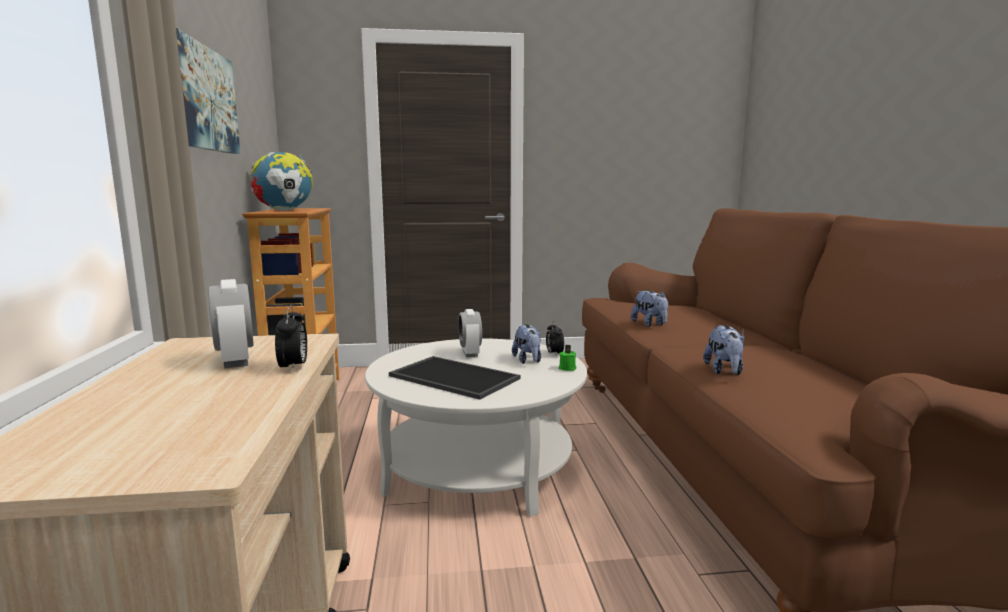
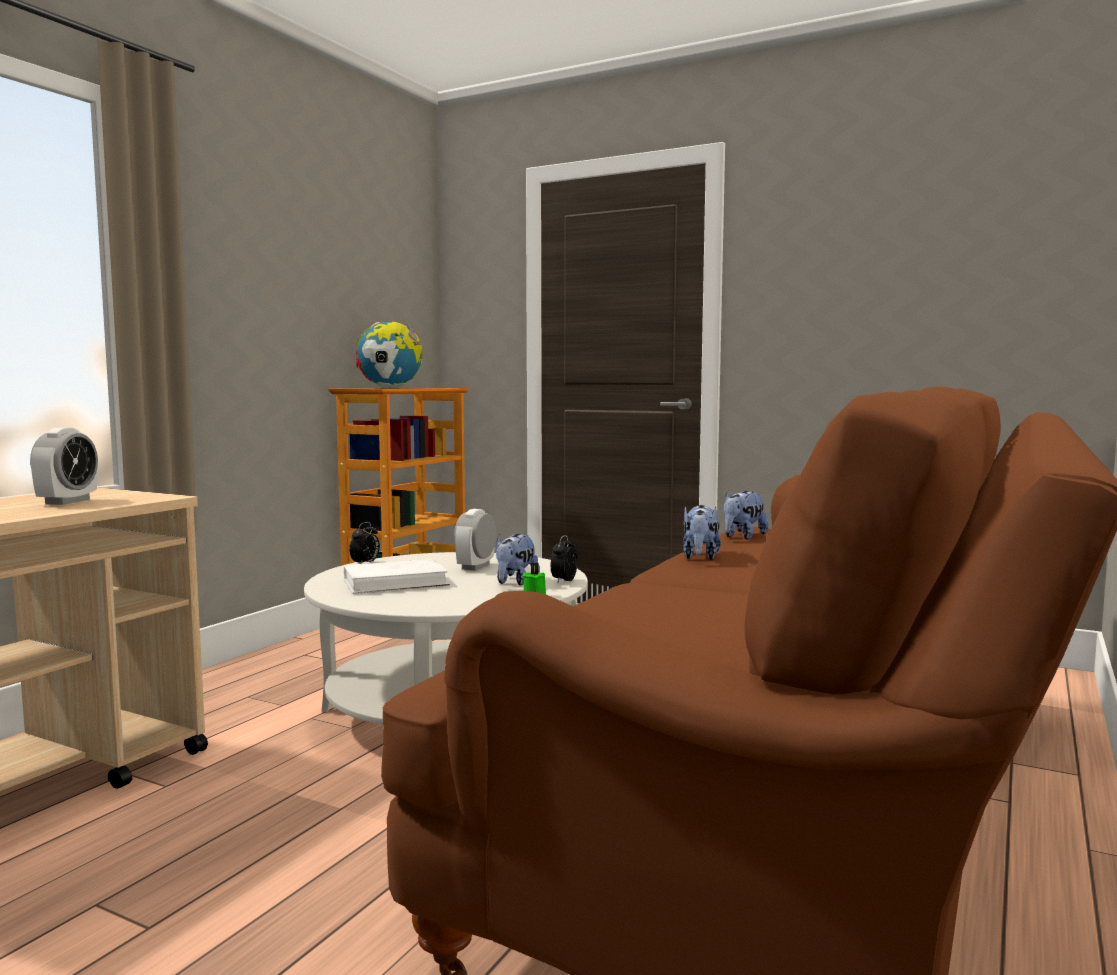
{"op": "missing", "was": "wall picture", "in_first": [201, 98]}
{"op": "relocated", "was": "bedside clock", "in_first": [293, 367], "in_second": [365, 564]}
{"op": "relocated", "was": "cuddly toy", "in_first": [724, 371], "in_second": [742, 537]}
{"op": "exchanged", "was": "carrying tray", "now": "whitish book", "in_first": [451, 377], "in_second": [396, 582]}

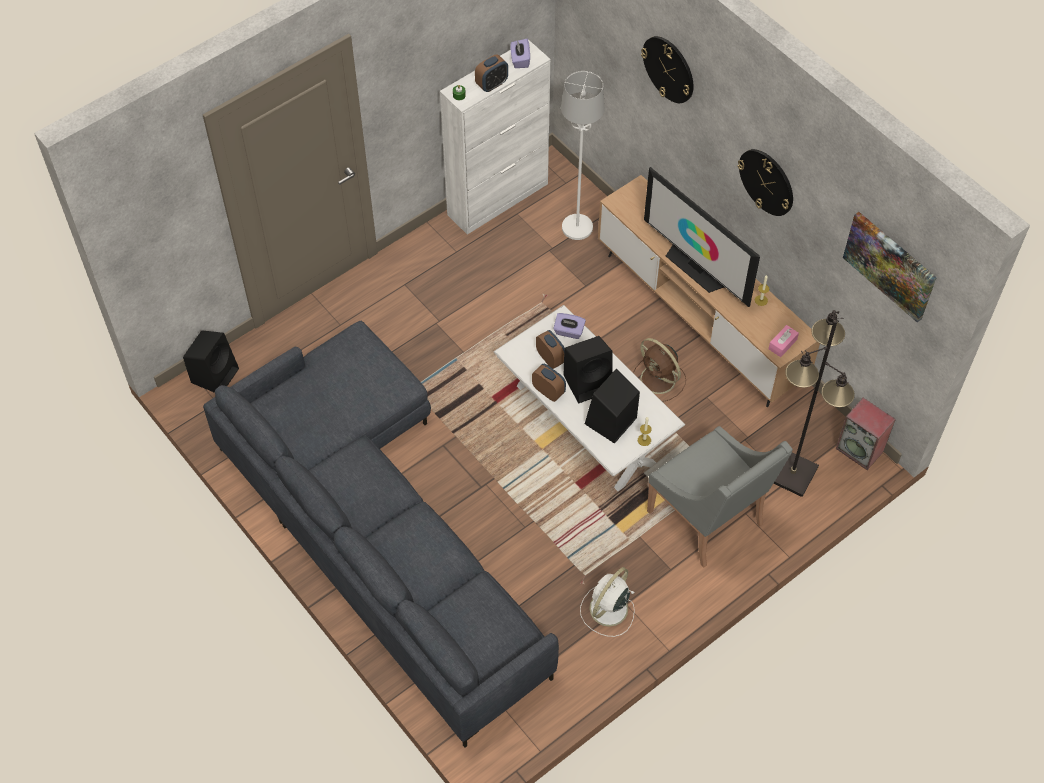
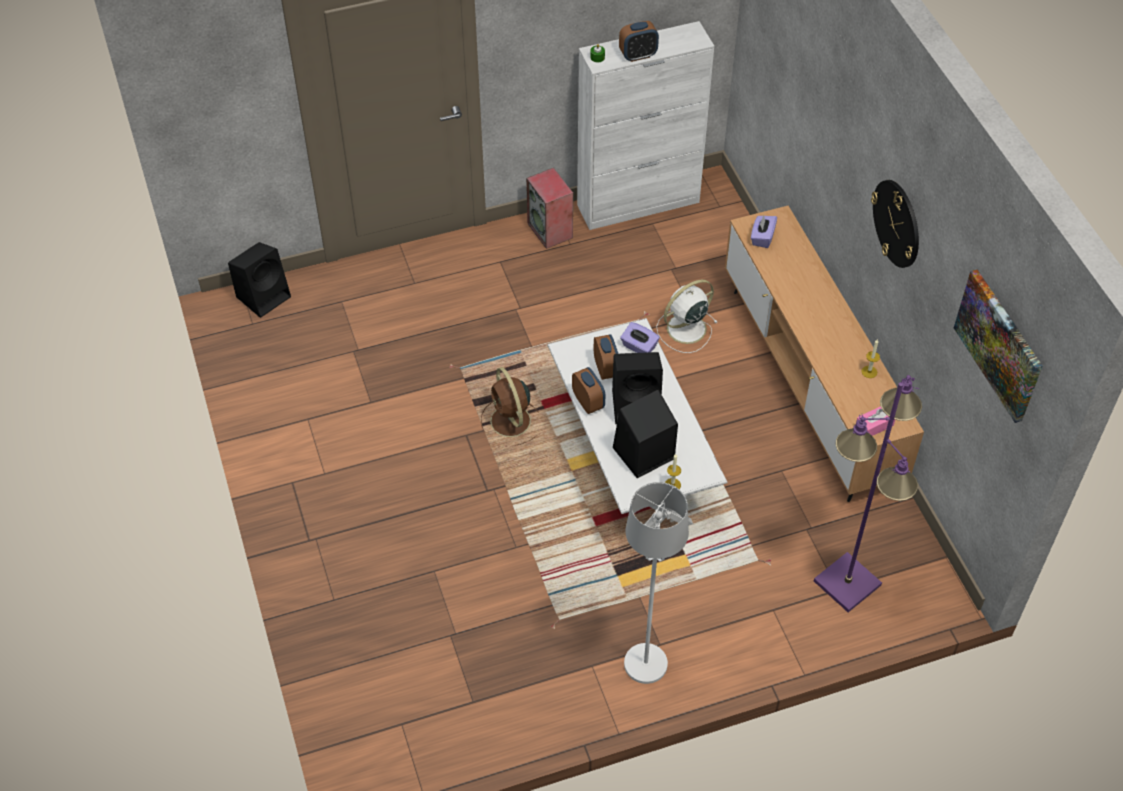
{"op": "missing", "was": "hanging clock", "in_first": [669, 69]}
{"op": "relocated", "was": "purple tissue holder", "in_first": [520, 60], "in_second": [762, 238]}
{"op": "relocated", "was": "whitish standing lamp", "in_first": [576, 227], "in_second": [645, 664]}
{"op": "missing", "was": "television", "in_first": [696, 267]}
{"op": "colour", "was": "black-coloured standing lamp", "now": "purple standing lamp", "in_first": [793, 473], "in_second": [848, 583]}
{"op": "missing", "was": "gray sofa", "in_first": [379, 532]}
{"op": "relocated", "was": "brown electric fan", "in_first": [659, 380], "in_second": [511, 422]}
{"op": "relocated", "was": "loudspeaker", "in_first": [860, 449], "in_second": [551, 231]}
{"op": "missing", "was": "gray armchair", "in_first": [708, 519]}
{"op": "relocated", "was": "whitish electric fan", "in_first": [607, 610], "in_second": [685, 329]}

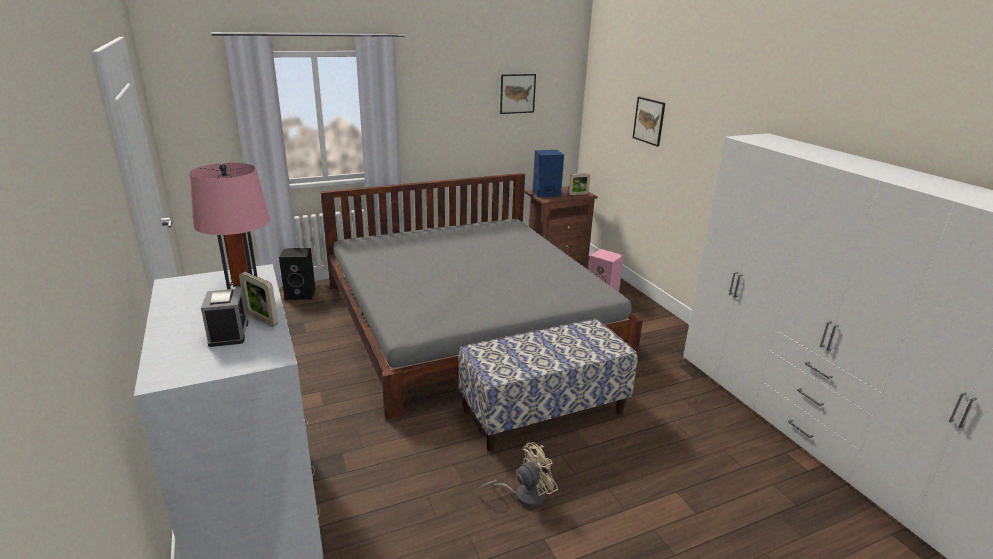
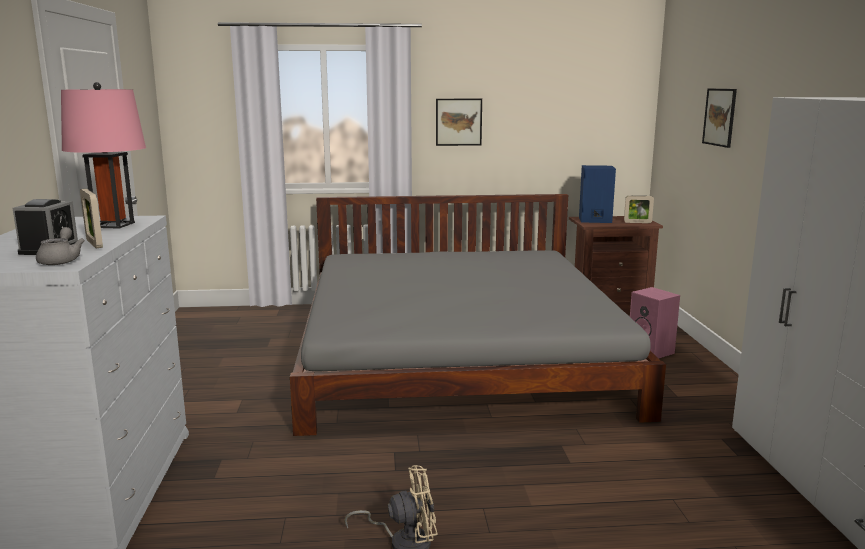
{"op": "relocated", "was": "wall picture", "in_first": [517, 93], "in_second": [458, 122]}
{"op": "missing", "was": "black-coloured loudspeaker", "in_first": [301, 294]}
{"op": "missing", "was": "bench", "in_first": [543, 411]}
{"op": "appeared", "now": "gray pot for tea", "in_second": [61, 260]}

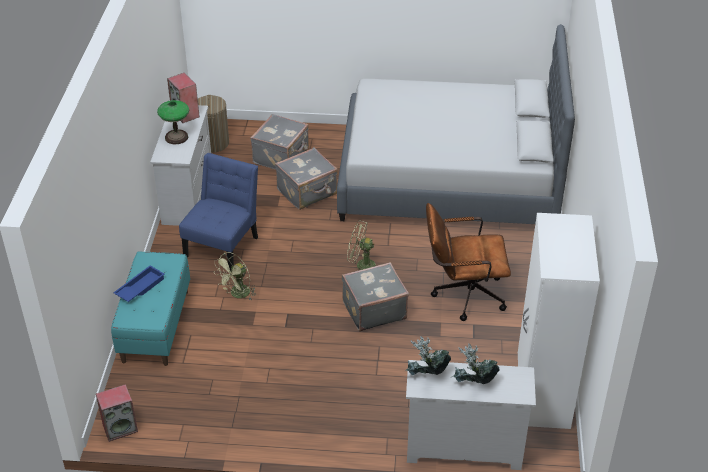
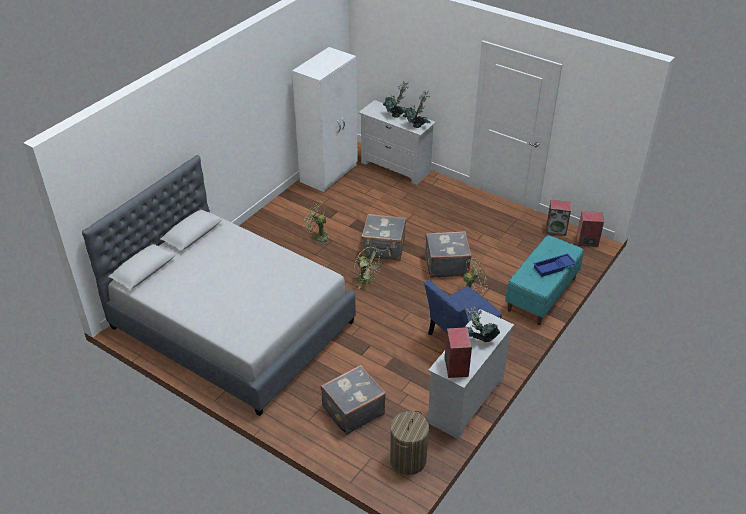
{"op": "exchanged", "was": "lamp for a table", "now": "houseplant", "in_first": [176, 137], "in_second": [477, 341]}
{"op": "relocated", "was": "gray travel case", "in_first": [308, 192], "in_second": [446, 265]}
{"op": "exchanged", "was": "brown office chair", "now": "green electric fan", "in_first": [462, 295], "in_second": [318, 236]}
{"op": "appeared", "now": "loudspeaker", "in_second": [556, 230]}

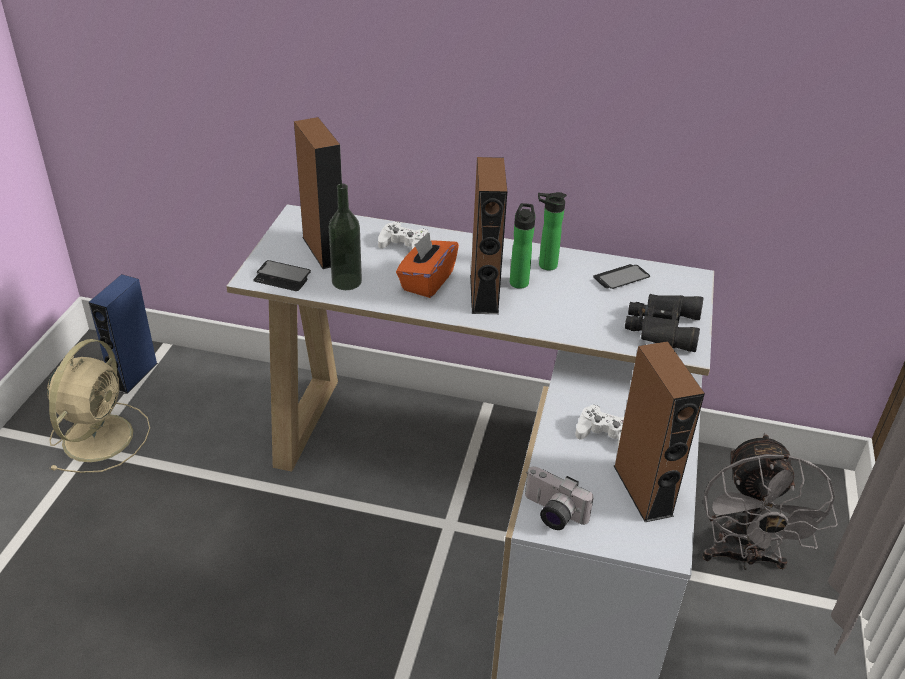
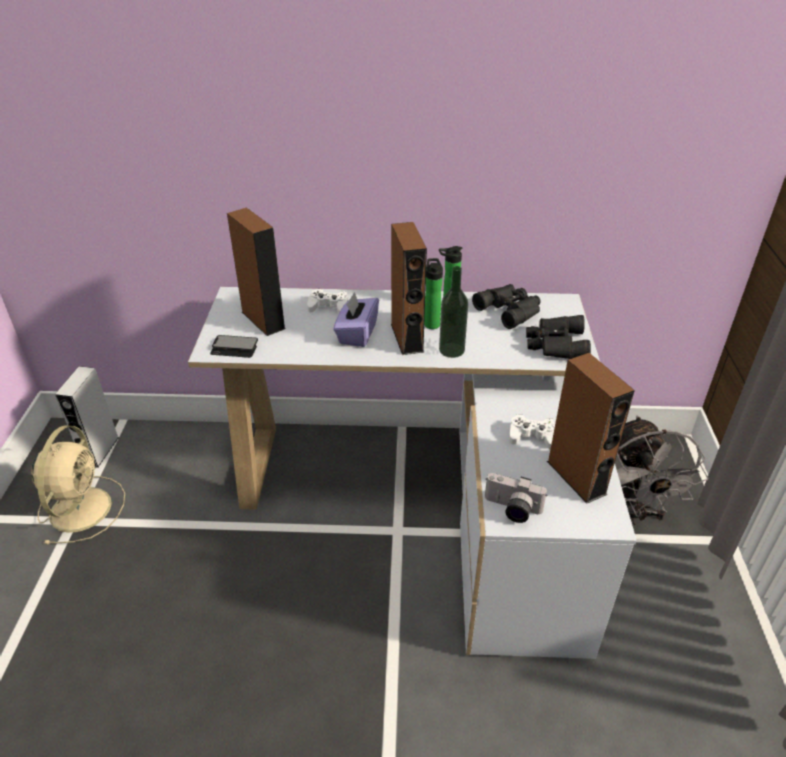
{"op": "relocated", "was": "drink bottle", "in_first": [346, 281], "in_second": [451, 350]}
{"op": "colour", "was": "orangey tissue holder", "now": "purple tissue holder", "in_first": [427, 281], "in_second": [357, 334]}
{"op": "exchanged", "was": "telephone", "now": "black-coloured pair of binoculars", "in_first": [621, 278], "in_second": [510, 309]}
{"op": "colour", "was": "blue loudspeaker", "now": "gray loudspeaker", "in_first": [134, 375], "in_second": [100, 451]}

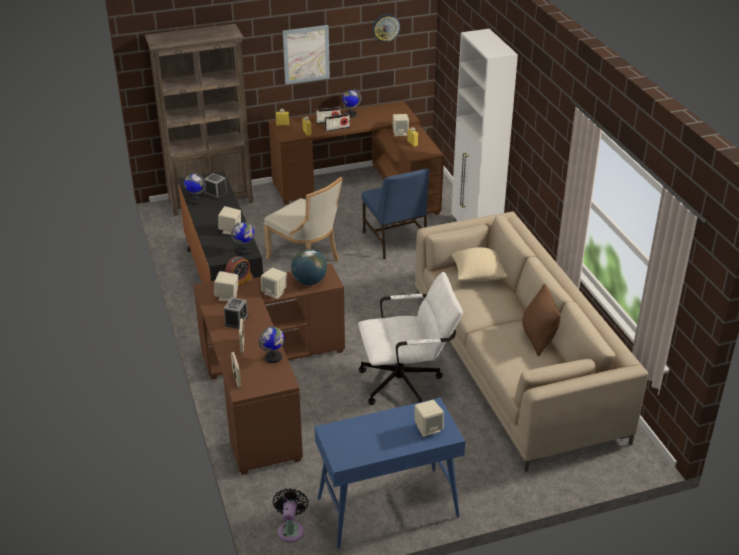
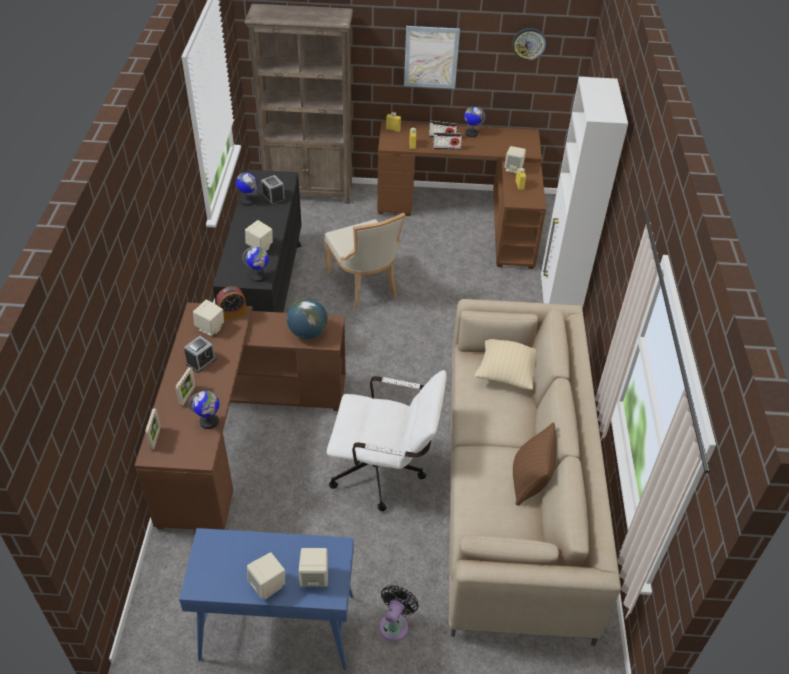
{"op": "missing", "was": "blue plain chair", "in_first": [394, 241]}
{"op": "relocated", "was": "sand-coloured loudspeaker", "in_first": [275, 293], "in_second": [268, 585]}
{"op": "relocated", "was": "black-coloured electric fan", "in_first": [291, 529], "in_second": [395, 624]}

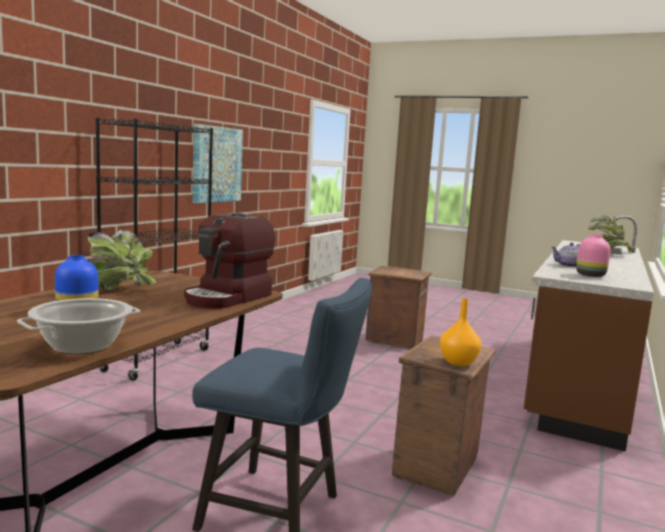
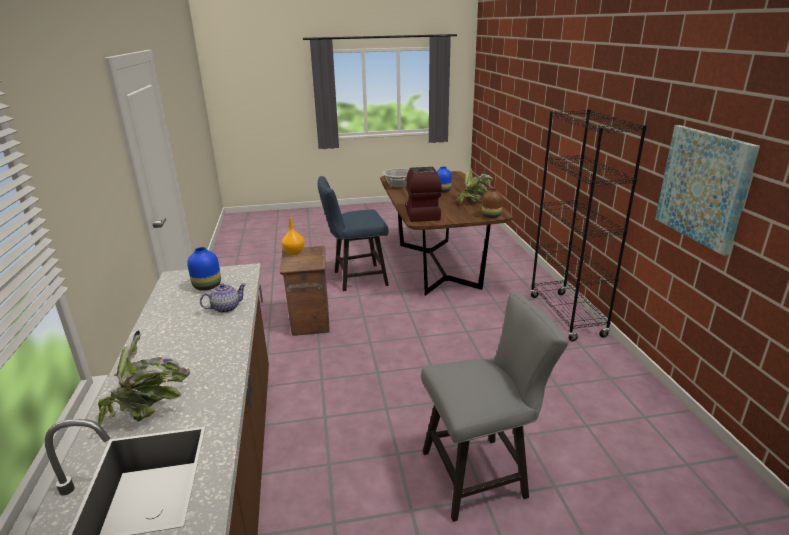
{"op": "colour", "was": "pink-coloured decorative vase", "now": "blue decorative vase", "in_first": [590, 275], "in_second": [208, 286]}
{"op": "exchanged", "was": "shipping crate", "now": "gray plain chair", "in_first": [395, 340], "in_second": [481, 473]}
{"op": "appeared", "now": "brown decorative vase", "in_second": [491, 216]}

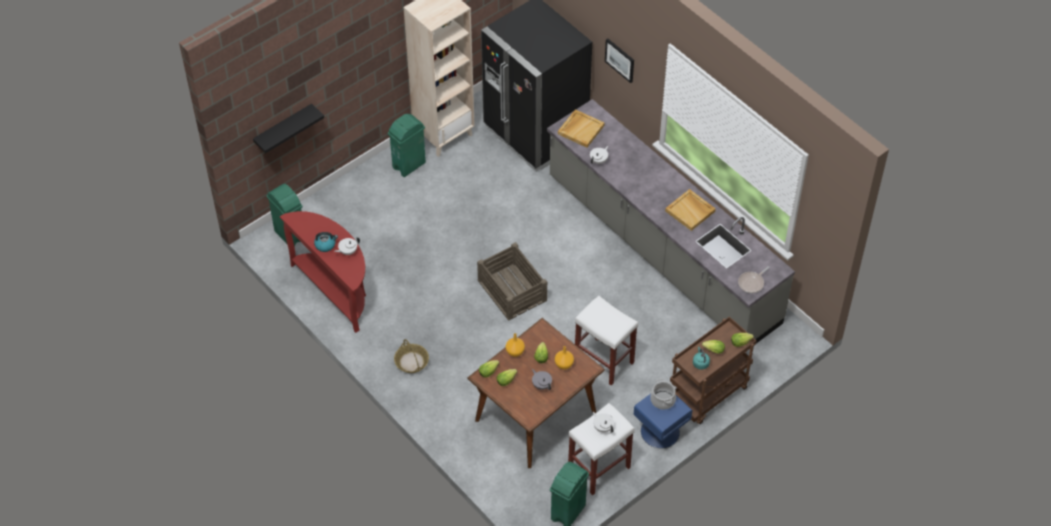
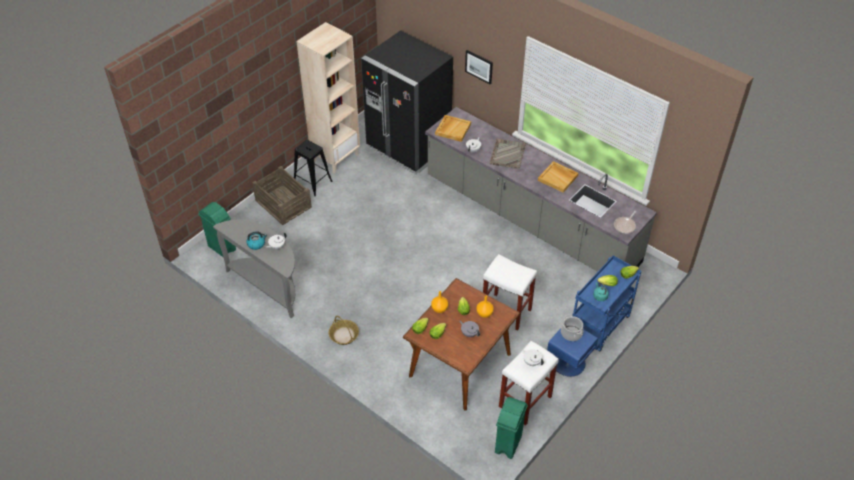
{"op": "missing", "was": "black-coloured wall shelf", "in_first": [283, 128]}
{"op": "exchanged", "was": "green waste bin", "now": "black-coloured stool", "in_first": [409, 165], "in_second": [312, 182]}
{"op": "colour", "was": "red narrow table", "now": "gray narrow table", "in_first": [336, 290], "in_second": [268, 286]}
{"op": "relocated", "was": "shipping crate", "in_first": [512, 290], "in_second": [283, 203]}
{"op": "colour", "was": "brown wheeled cart", "now": "blue wheeled cart", "in_first": [708, 395], "in_second": [599, 327]}
{"op": "appeared", "now": "gray carrying tray", "in_second": [507, 154]}

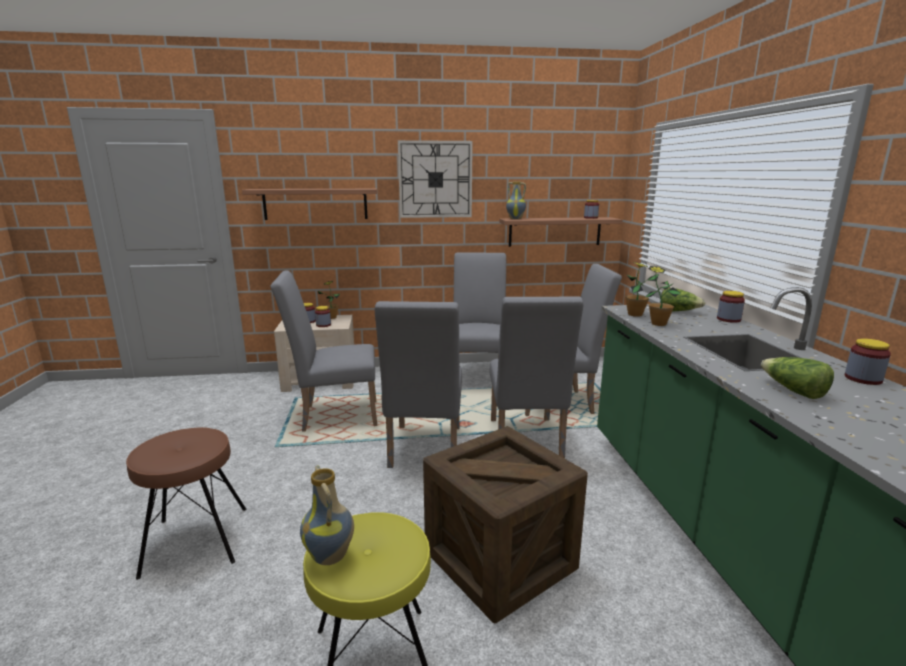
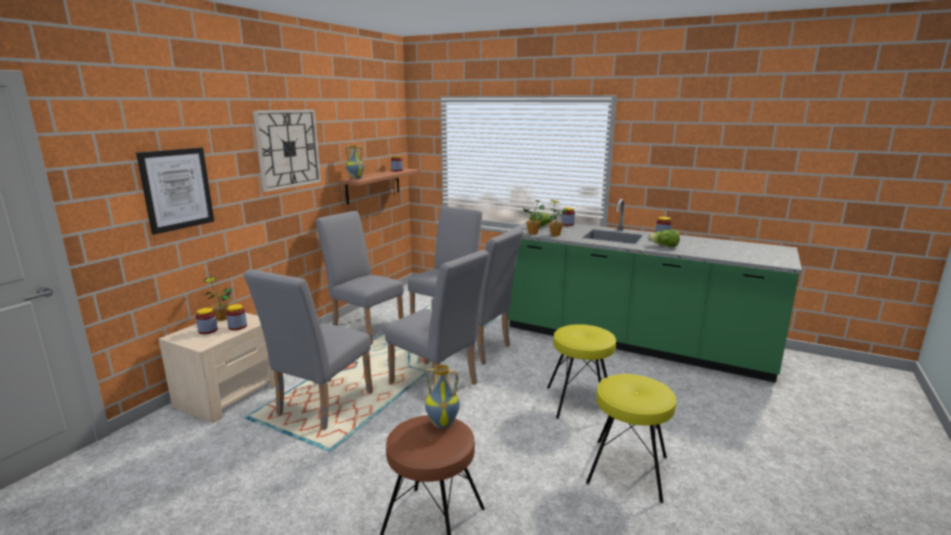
{"op": "exchanged", "was": "wall shelf", "now": "wall picture", "in_first": [315, 204], "in_second": [177, 189]}
{"op": "exchanged", "was": "shipping crate", "now": "yellowish stool", "in_first": [500, 560], "in_second": [579, 402]}
{"op": "relocated", "was": "decorative vase", "in_first": [331, 556], "in_second": [443, 423]}

